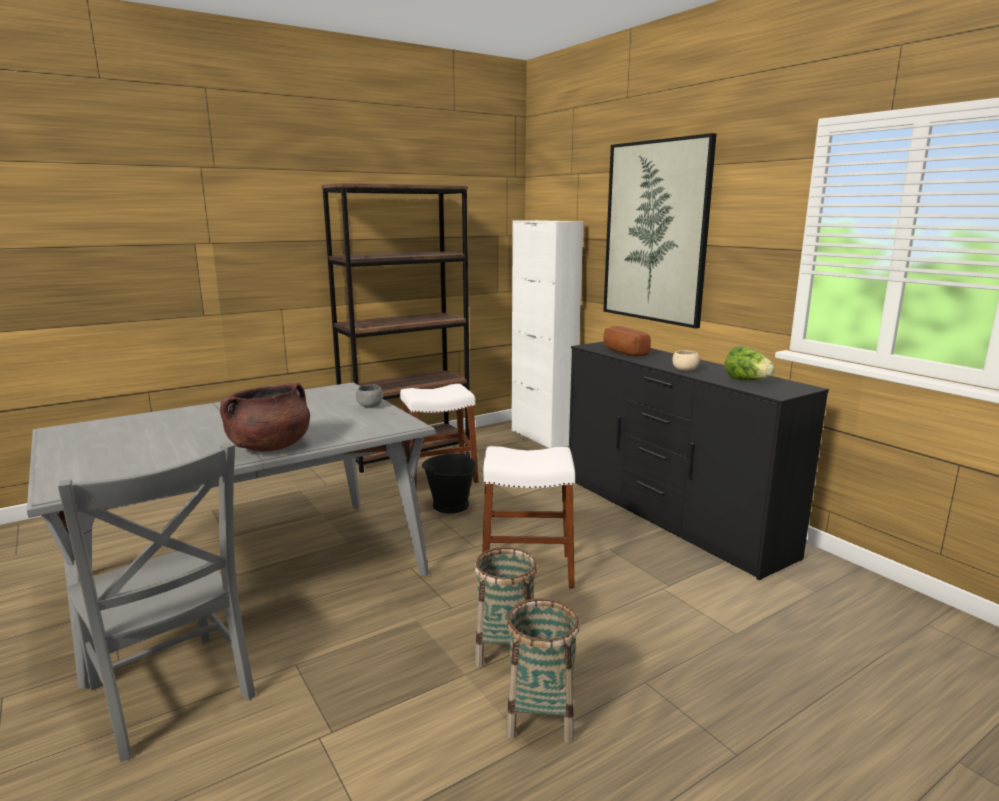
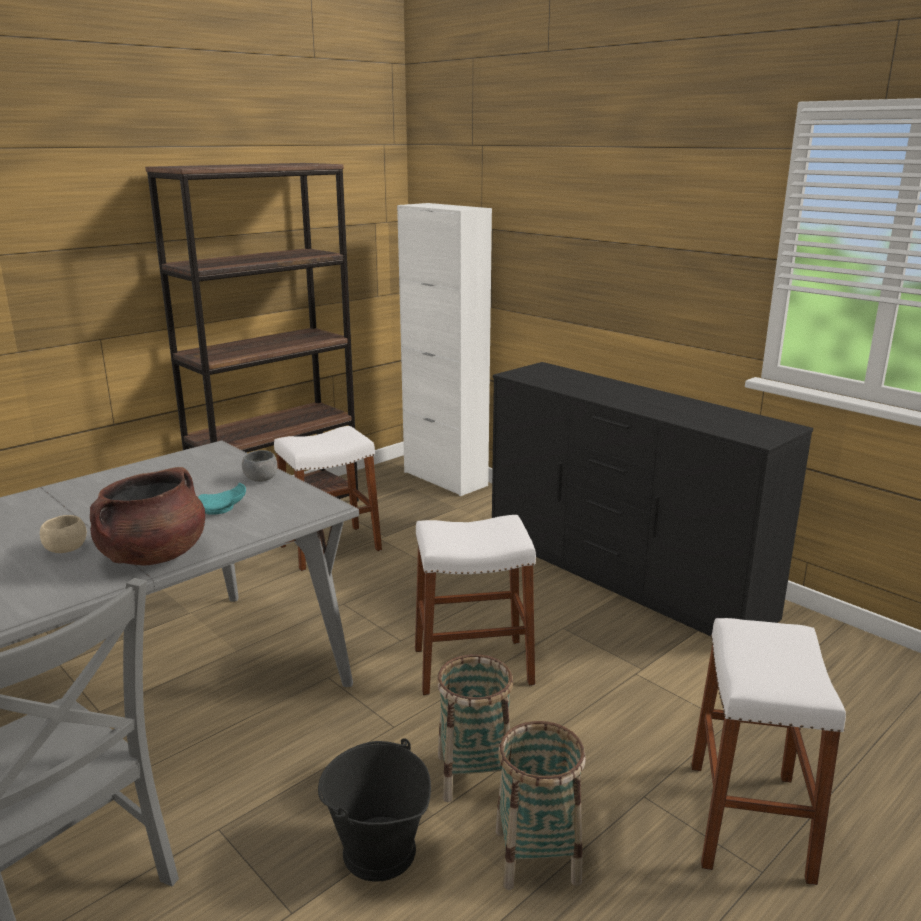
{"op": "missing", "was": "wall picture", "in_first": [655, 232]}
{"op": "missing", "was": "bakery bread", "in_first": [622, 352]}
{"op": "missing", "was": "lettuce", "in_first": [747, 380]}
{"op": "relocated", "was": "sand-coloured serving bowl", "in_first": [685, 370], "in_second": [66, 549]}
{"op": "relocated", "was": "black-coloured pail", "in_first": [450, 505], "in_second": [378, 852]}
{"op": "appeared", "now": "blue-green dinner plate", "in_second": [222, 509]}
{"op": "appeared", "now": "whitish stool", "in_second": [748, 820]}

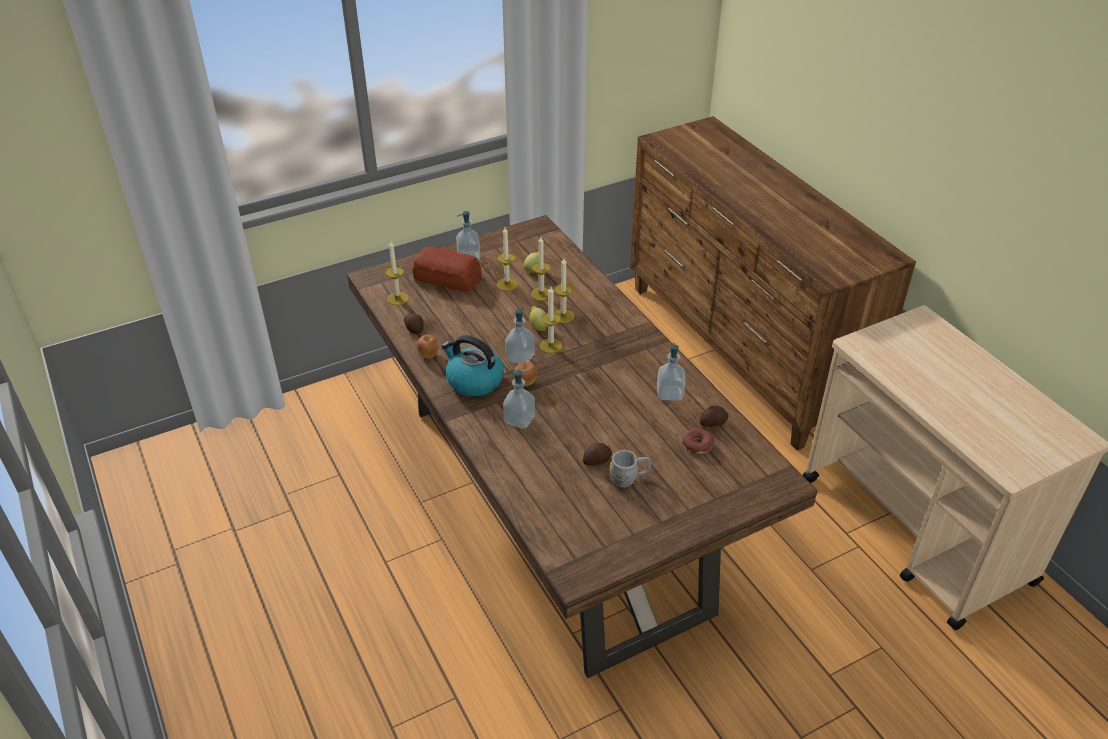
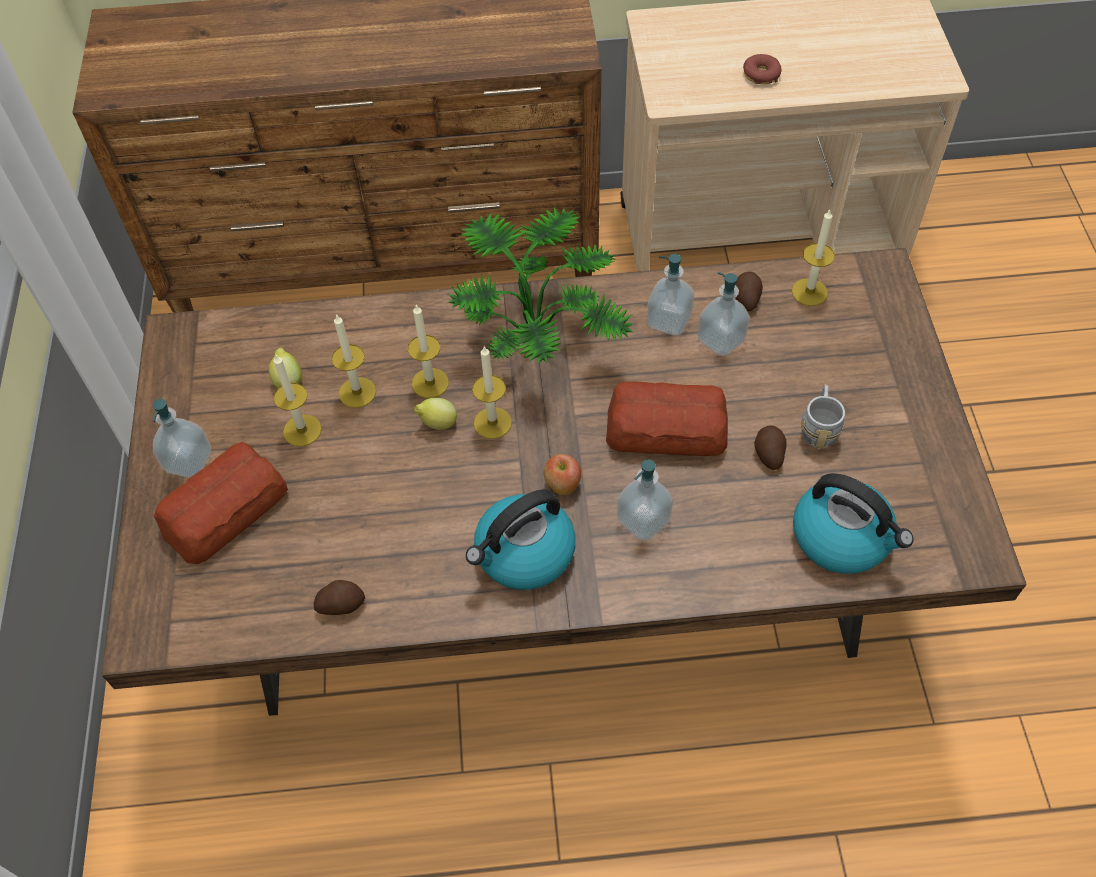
{"op": "relocated", "was": "candle", "in_first": [397, 298], "in_second": [809, 292]}
{"op": "relocated", "was": "soap bottle", "in_first": [520, 357], "in_second": [721, 340]}
{"op": "missing", "was": "apple fruit", "in_first": [429, 354]}
{"op": "relocated", "was": "doughnut", "in_first": [697, 445], "in_second": [761, 75]}
{"op": "appeared", "now": "houseplant", "in_second": [540, 333]}
{"op": "appeared", "now": "bakery bread", "in_second": [668, 430]}
{"op": "appeared", "now": "tea kettle", "in_second": [842, 537]}

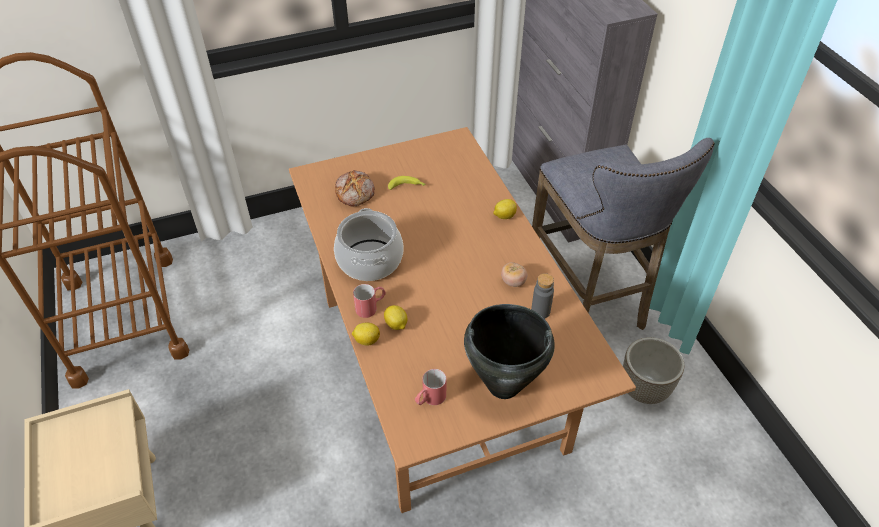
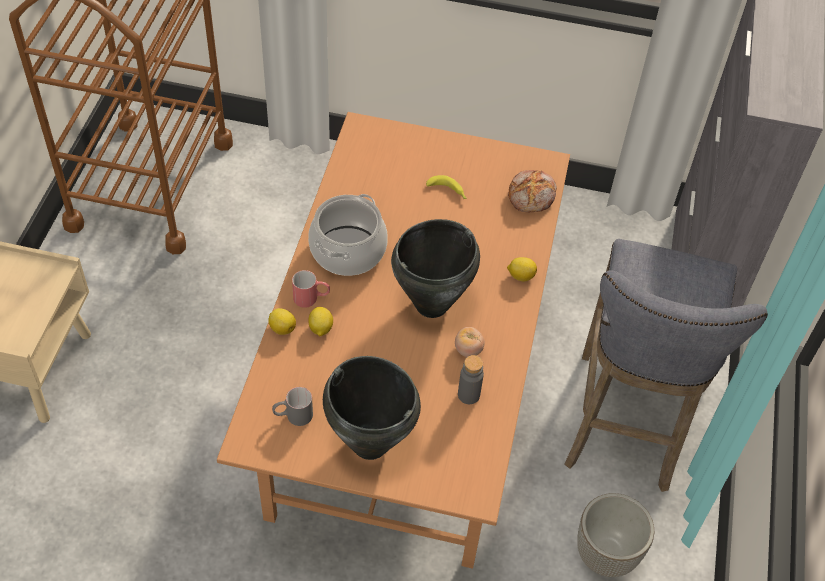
{"op": "relocated", "was": "bakery bread", "in_first": [356, 193], "in_second": [532, 196]}
{"op": "colour", "was": "red tea mug", "now": "gray tea mug", "in_first": [430, 399], "in_second": [293, 416]}
{"op": "appeared", "now": "black-coloured stockpot", "in_second": [432, 305]}

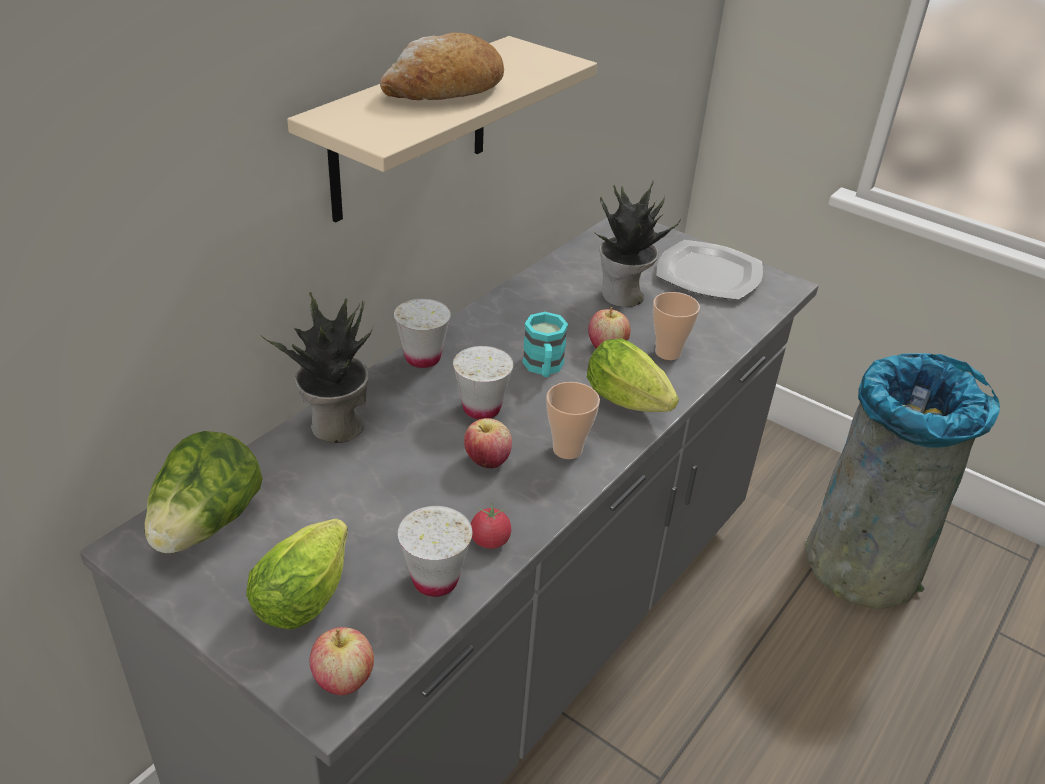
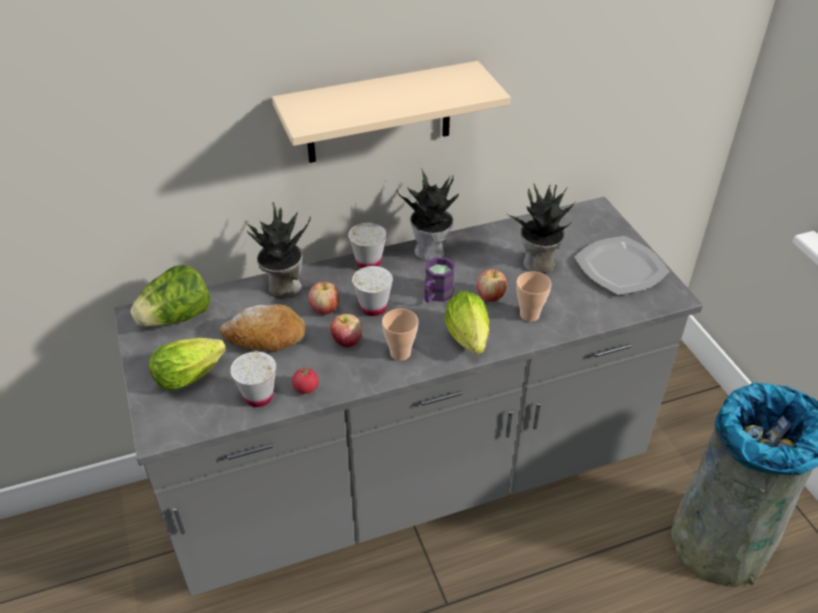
{"op": "relocated", "was": "bakery bread", "in_first": [444, 91], "in_second": [265, 337]}
{"op": "colour", "was": "blue-green tea mug", "now": "purple tea mug", "in_first": [543, 368], "in_second": [436, 295]}
{"op": "relocated", "was": "apple fruit", "in_first": [343, 680], "in_second": [325, 309]}
{"op": "appeared", "now": "houseplant", "in_second": [431, 251]}

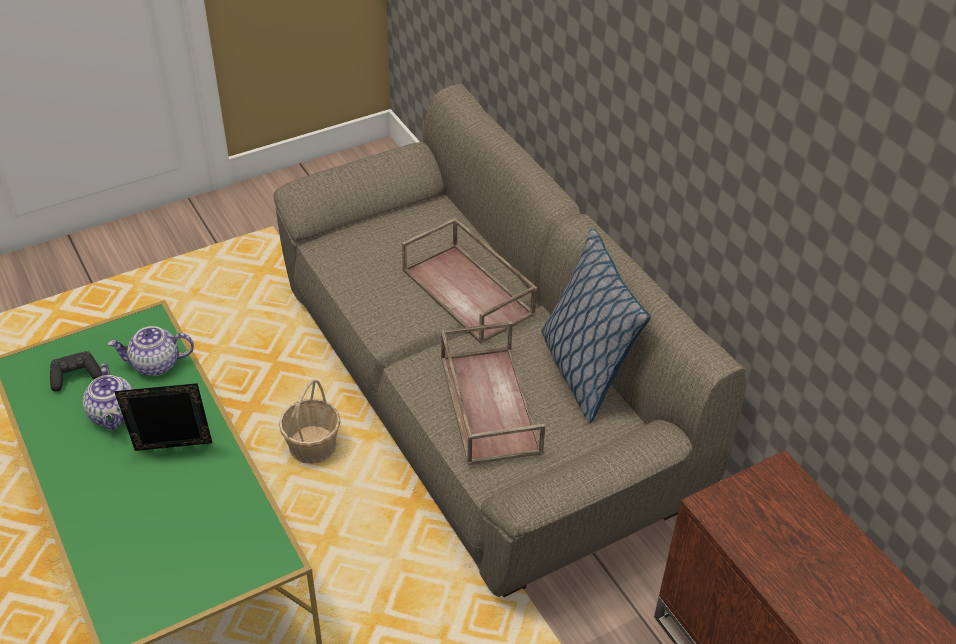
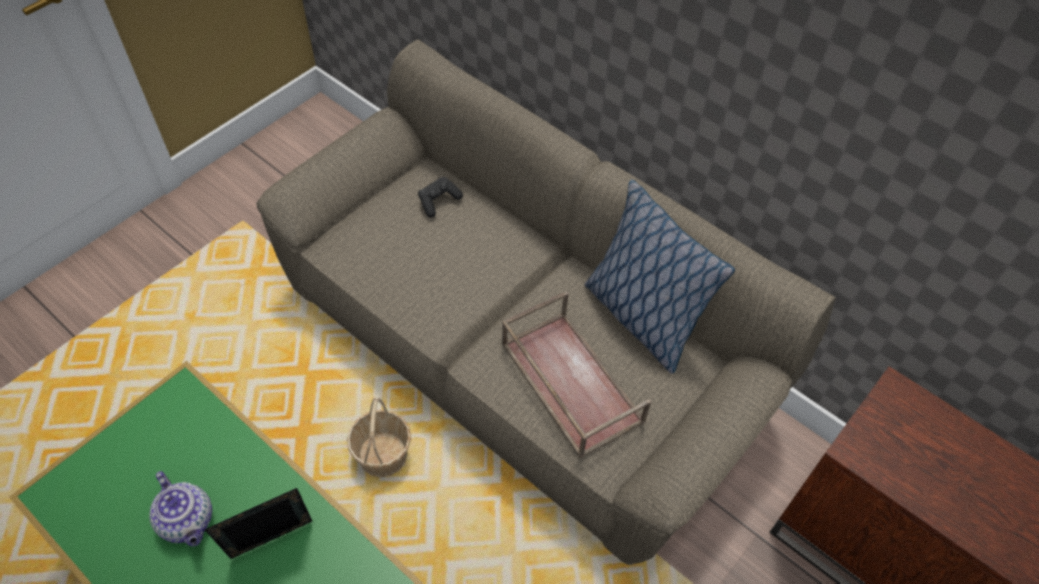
{"op": "missing", "was": "brown carrying tray", "in_first": [469, 292]}
{"op": "missing", "was": "pot for tea", "in_first": [155, 365]}
{"op": "relocated", "was": "black-coloured gamepad", "in_first": [76, 376], "in_second": [438, 201]}

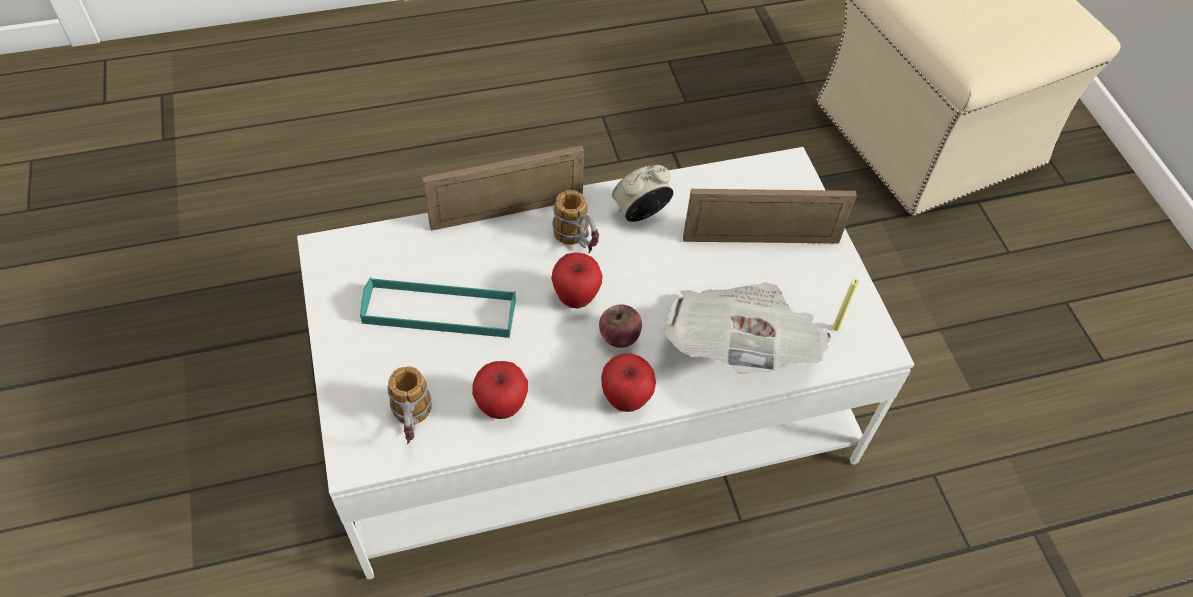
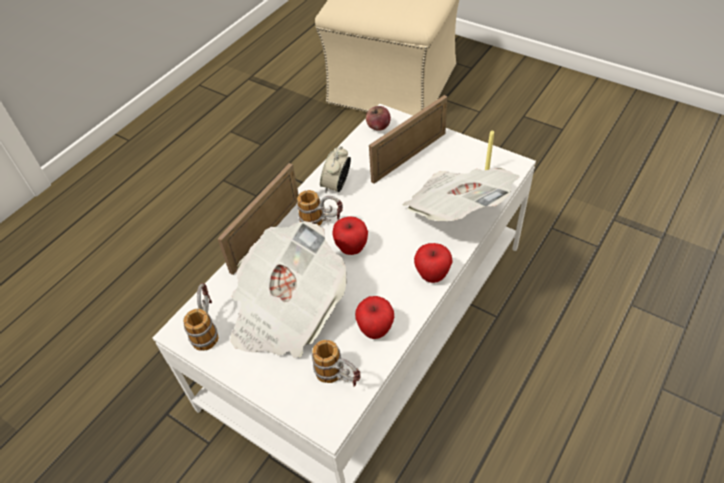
{"op": "exchanged", "was": "blue-green carrying tray", "now": "daily paper", "in_first": [439, 311], "in_second": [286, 310]}
{"op": "relocated", "was": "apple fruit", "in_first": [619, 336], "in_second": [378, 127]}
{"op": "appeared", "now": "tea mug", "in_second": [207, 328]}

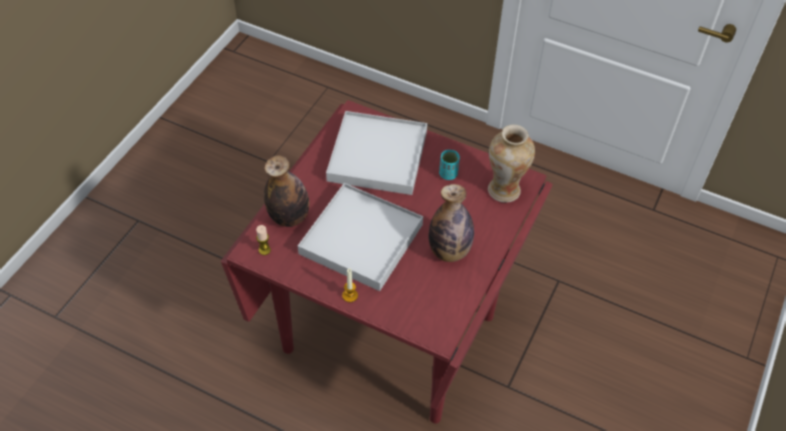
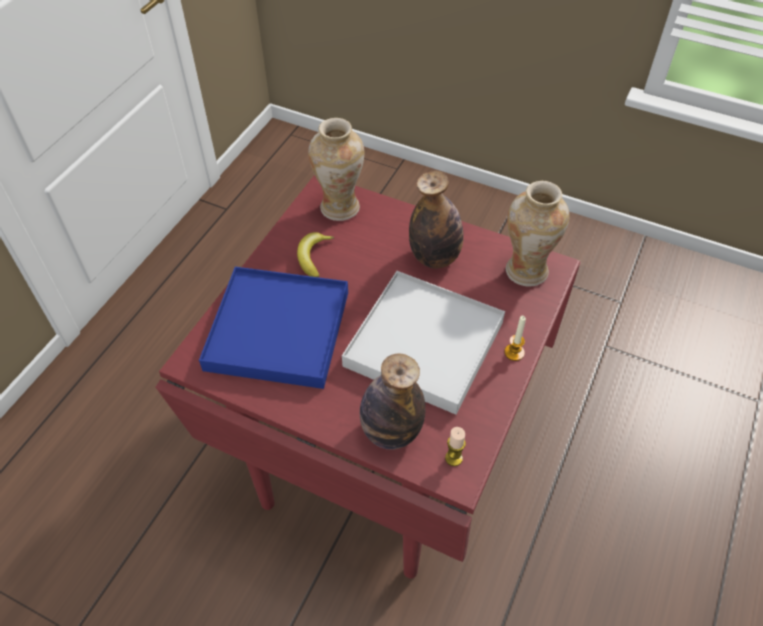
{"op": "colour", "was": "whitish carrying tray", "now": "blue carrying tray", "in_first": [377, 156], "in_second": [277, 330]}
{"op": "exchanged", "was": "blue-green drinking cup", "now": "banana fruit", "in_first": [448, 174], "in_second": [313, 257]}
{"op": "appeared", "now": "decorative vase", "in_second": [526, 270]}

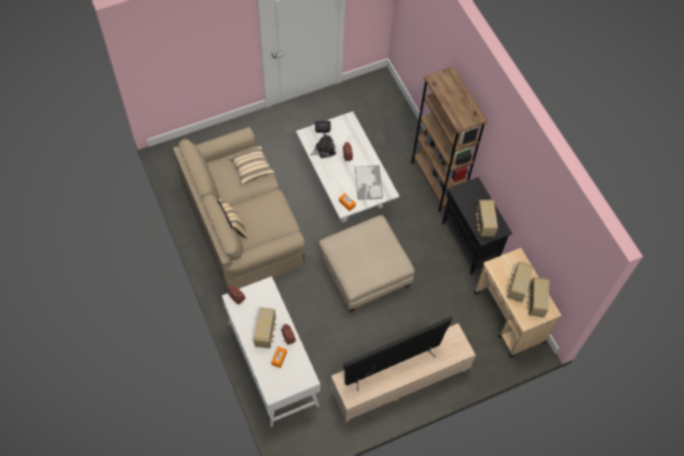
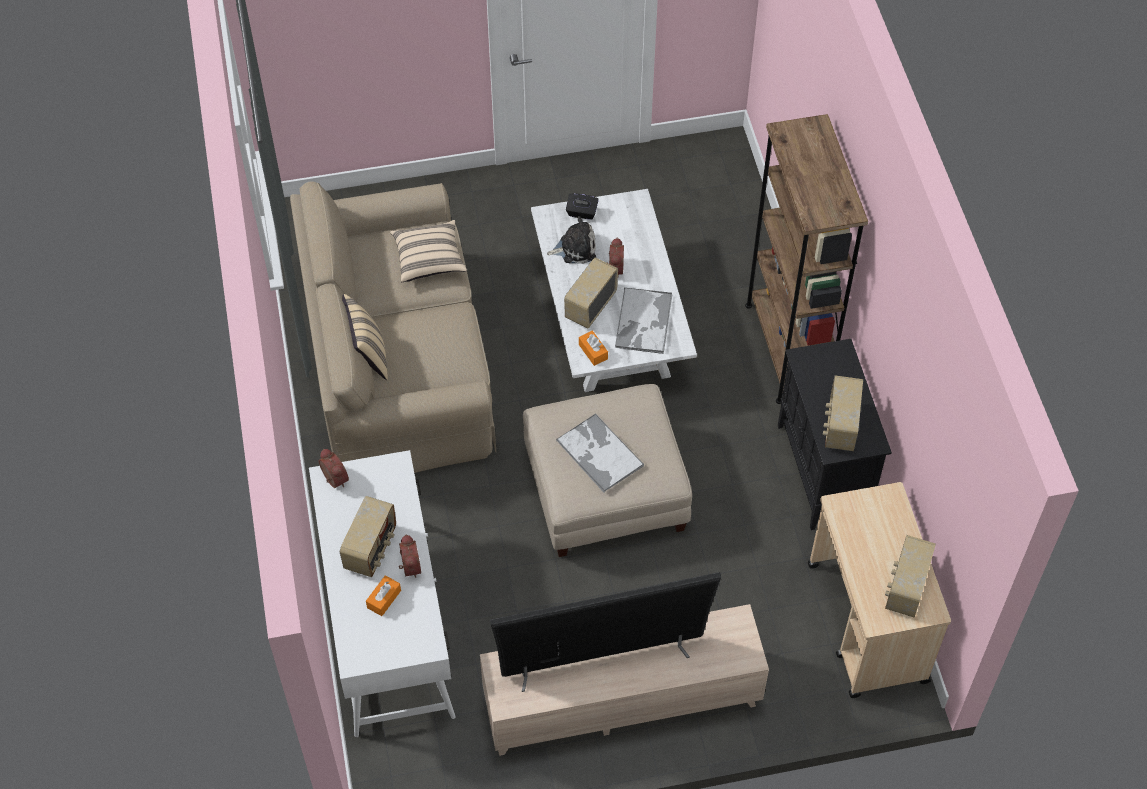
{"op": "relocated", "was": "radio receiver", "in_first": [517, 287], "in_second": [590, 305]}
{"op": "appeared", "now": "carrying tray", "in_second": [599, 453]}

